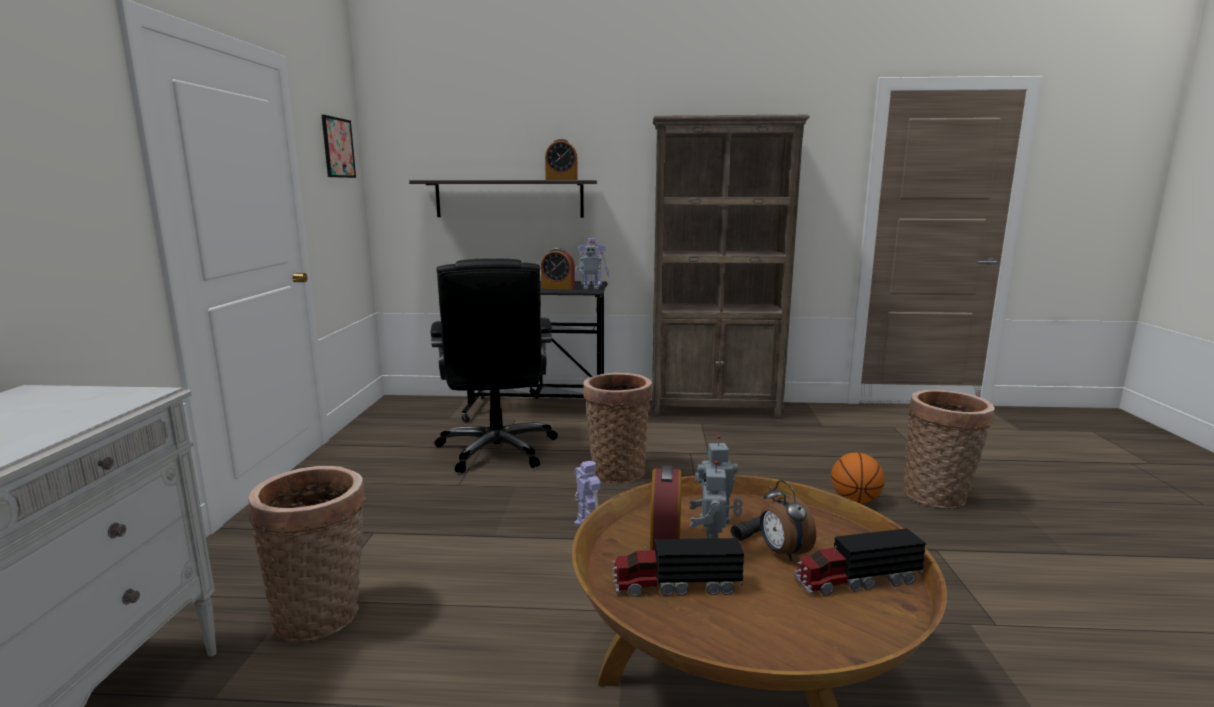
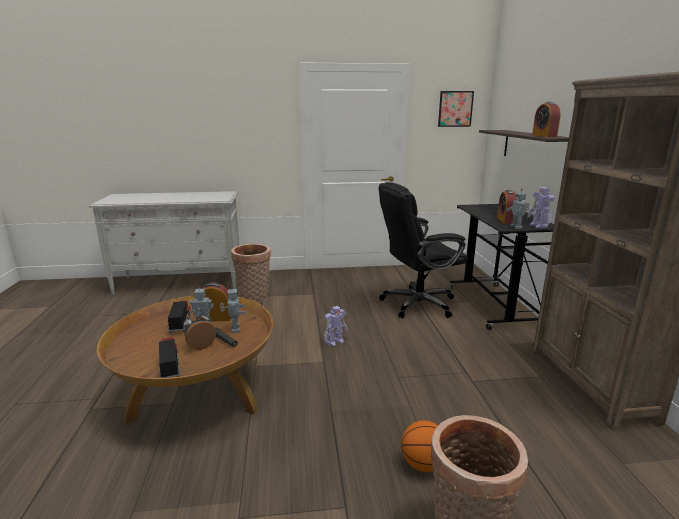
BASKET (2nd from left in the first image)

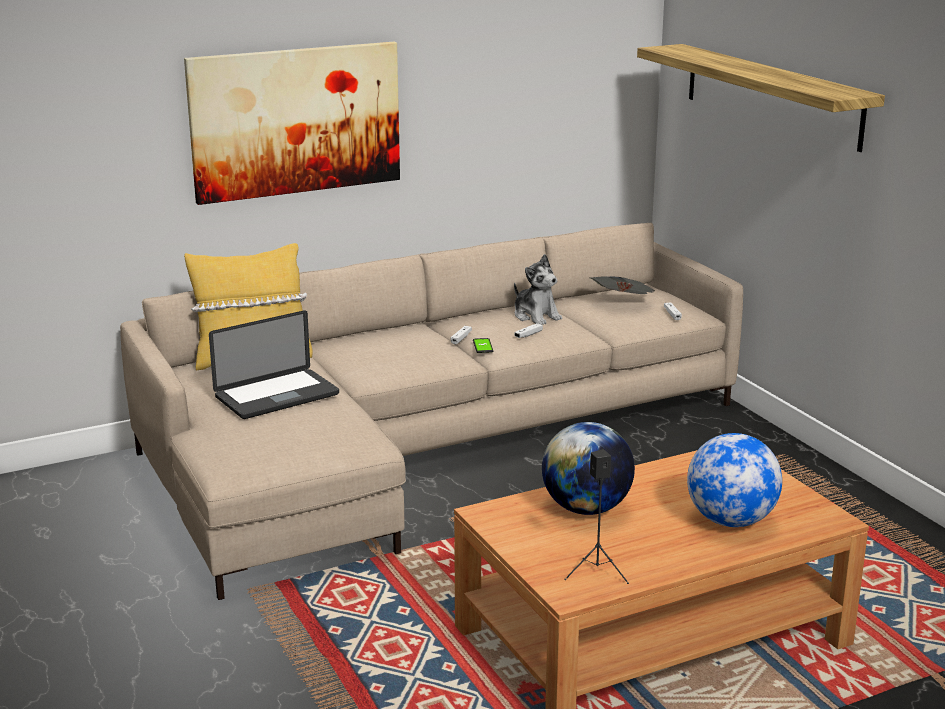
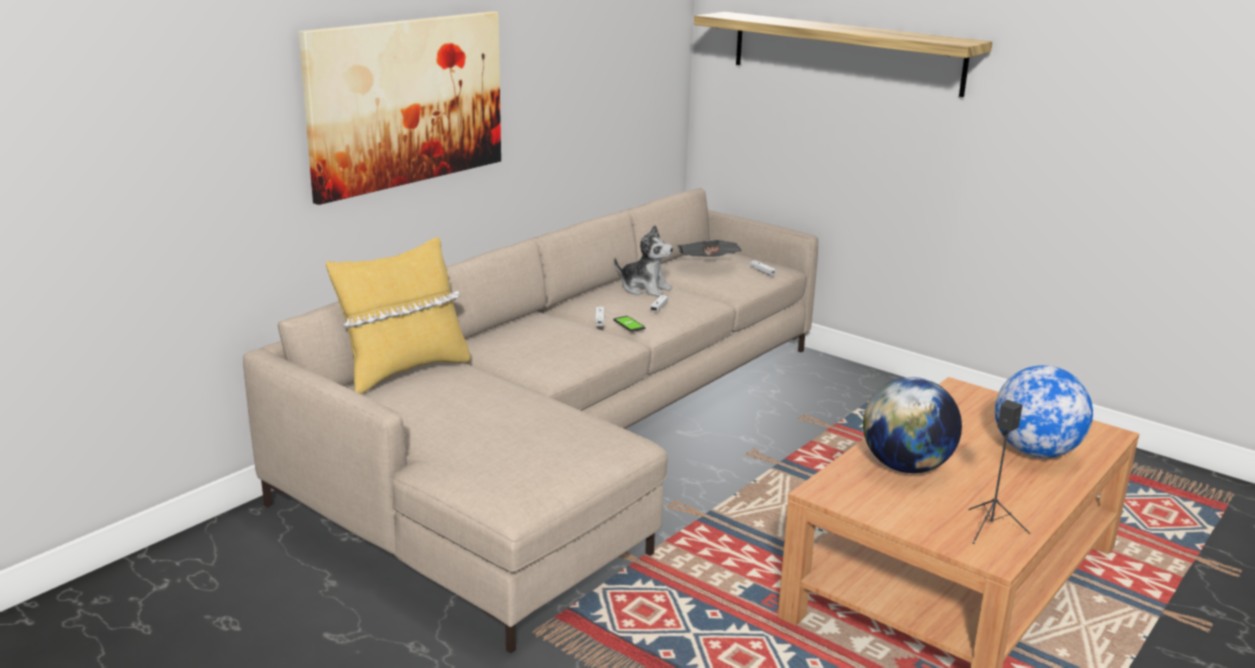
LAPTOP

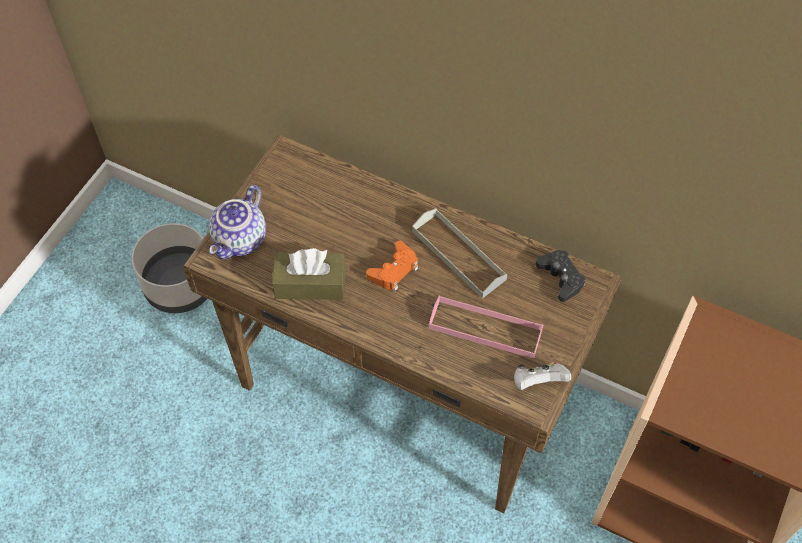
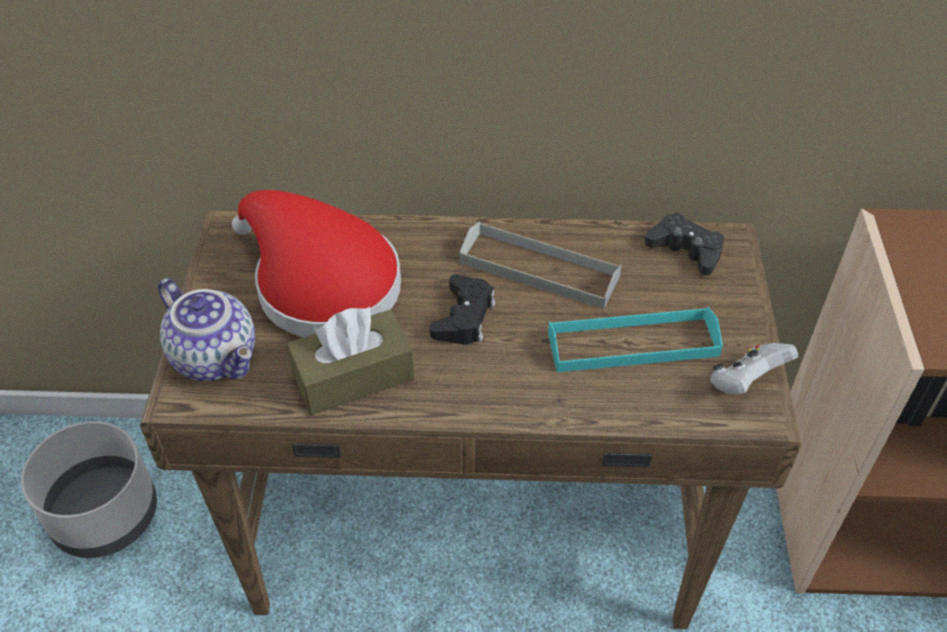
TEAPOT
BLACK GAME CONTROLLER (1st from left)
TURQUOISE TRAY
RED HAT

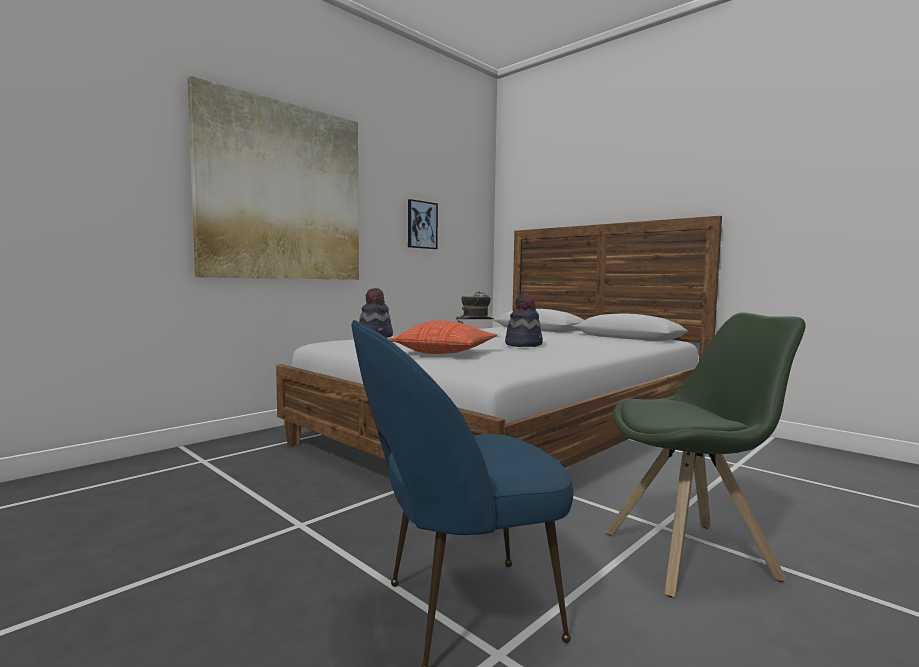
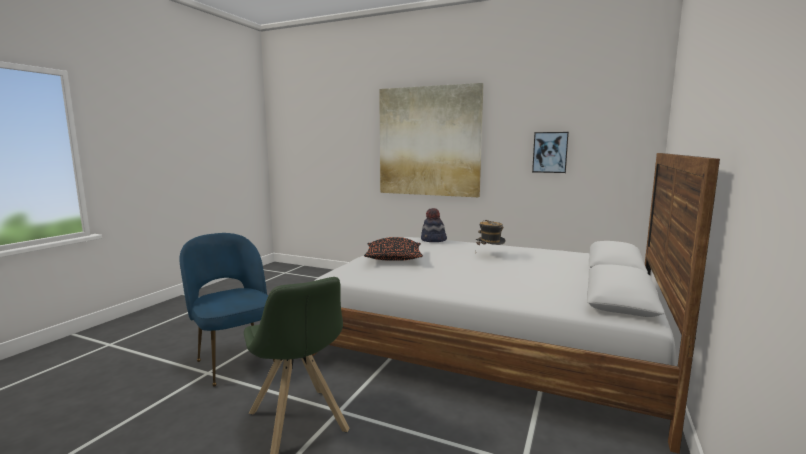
HAT (3rd from left in the first image)
BLACK PILLOW

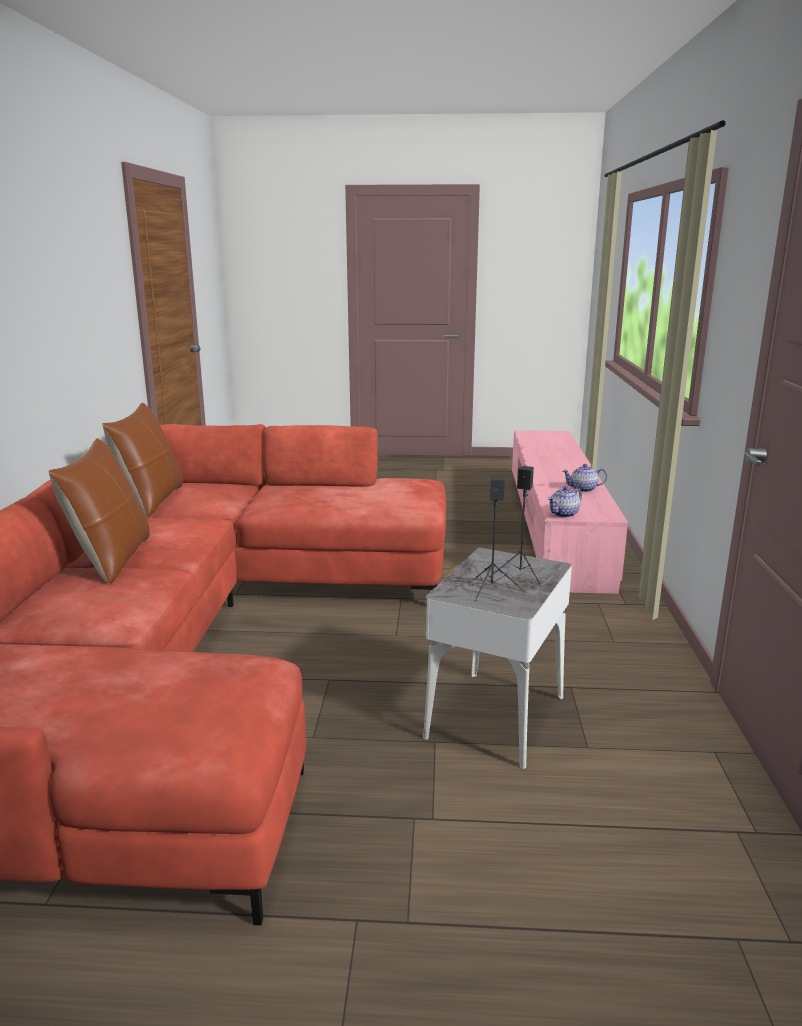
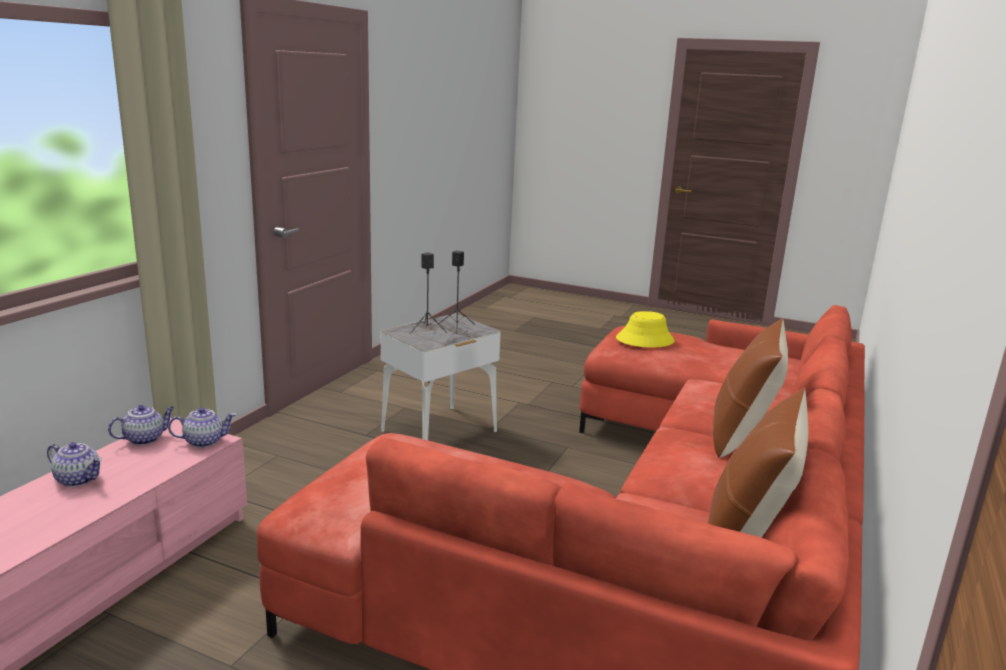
YELLOW HAT
TEAPOT (2nd from left)

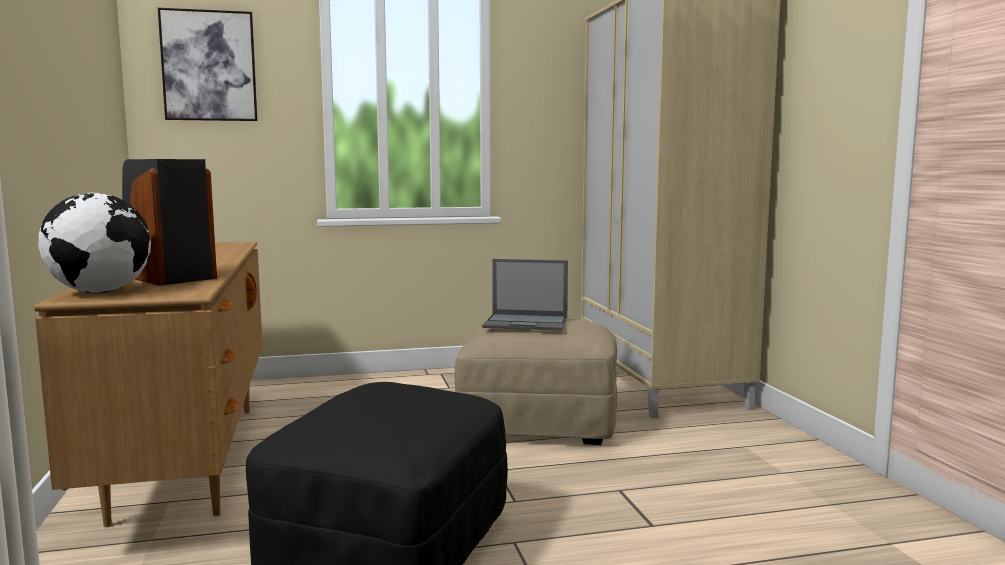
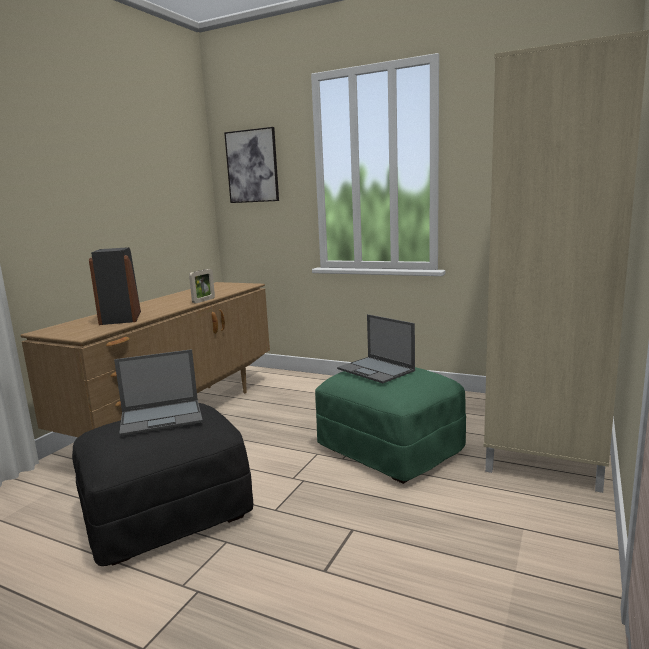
GLOBE
GREEN OTTOMAN
PICTURE FRAME
LAPTOP (1st from left)

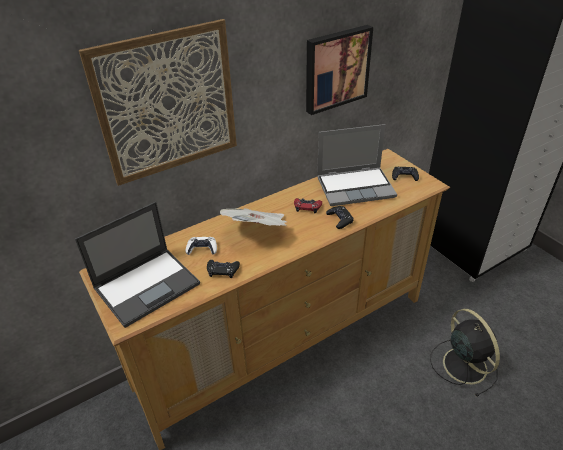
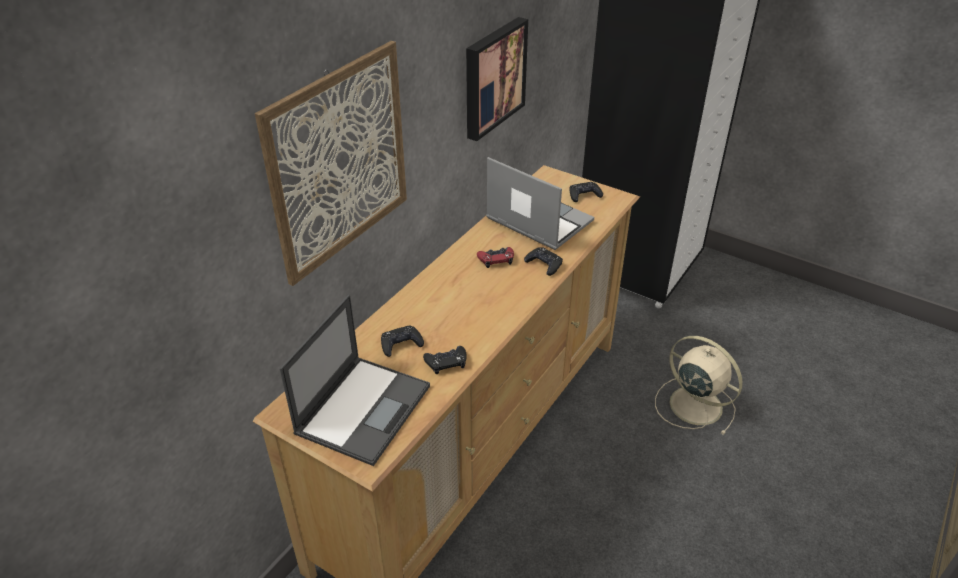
LAPTOP (2nd from left)
NEWSPAPER
BLACK GAME CONTROLLER (1st from left)
BEIGE FAN

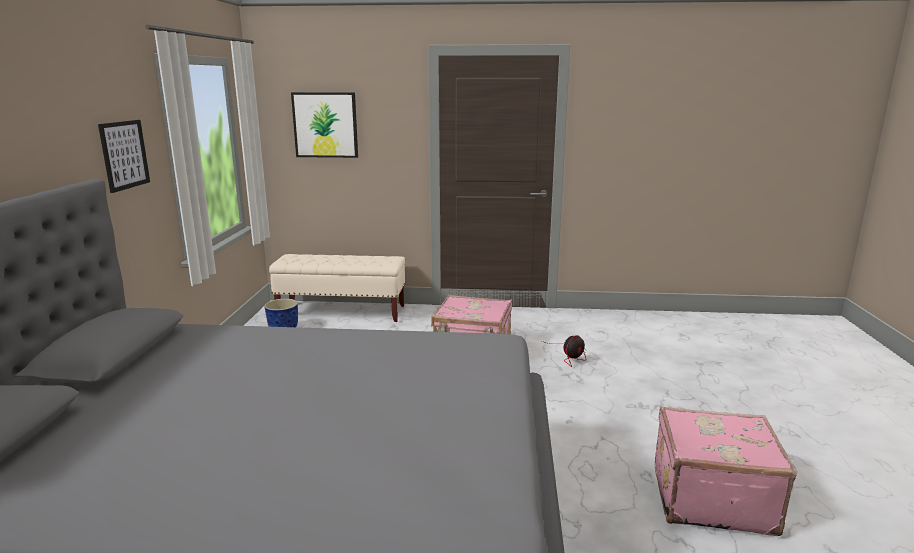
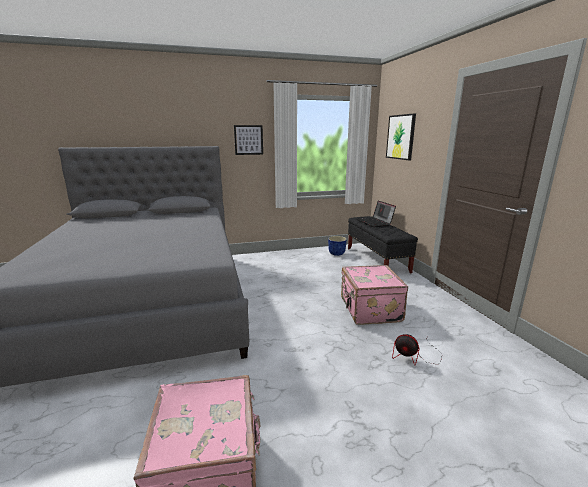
BLACK BENCH
LAPTOP

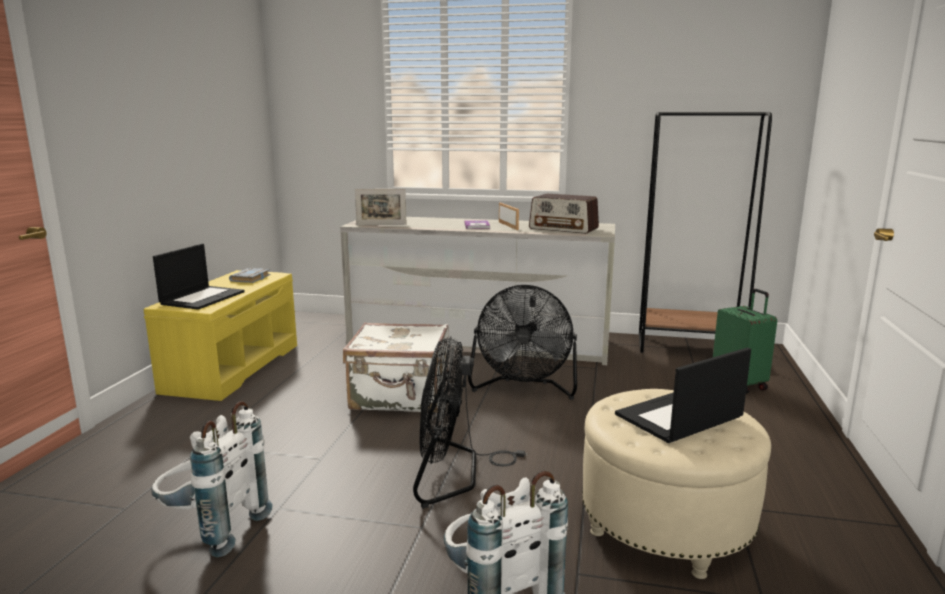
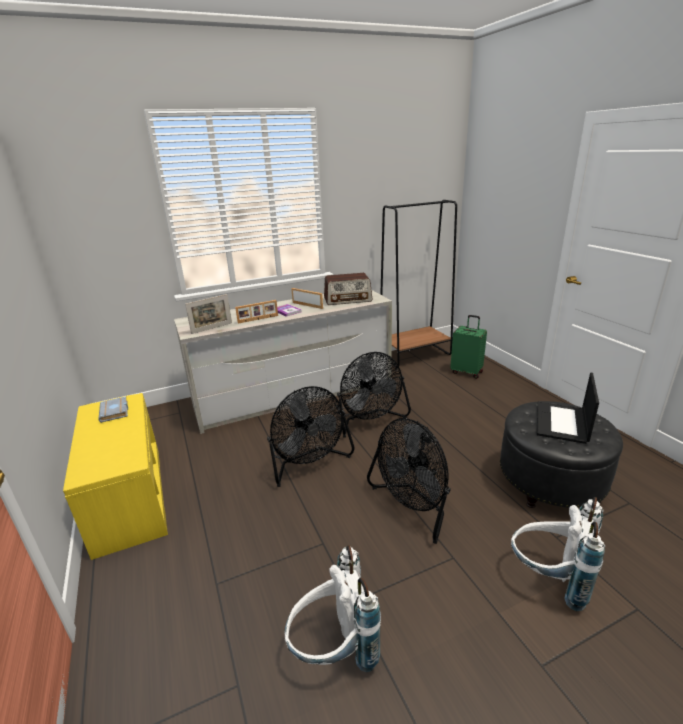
LAPTOP (1st from left in the first image)
BLACK FAN (1st from left)
BLACK OTTOMAN
PICTURE FRAME (2nd from left)

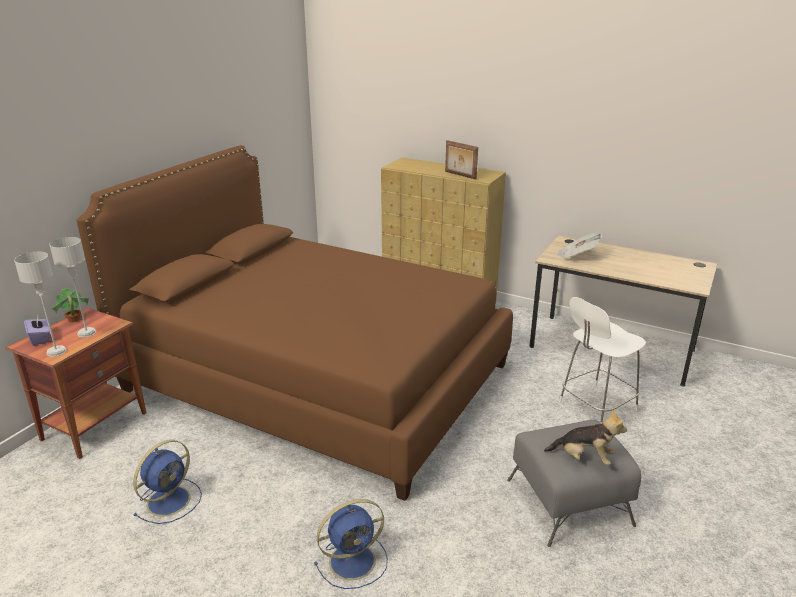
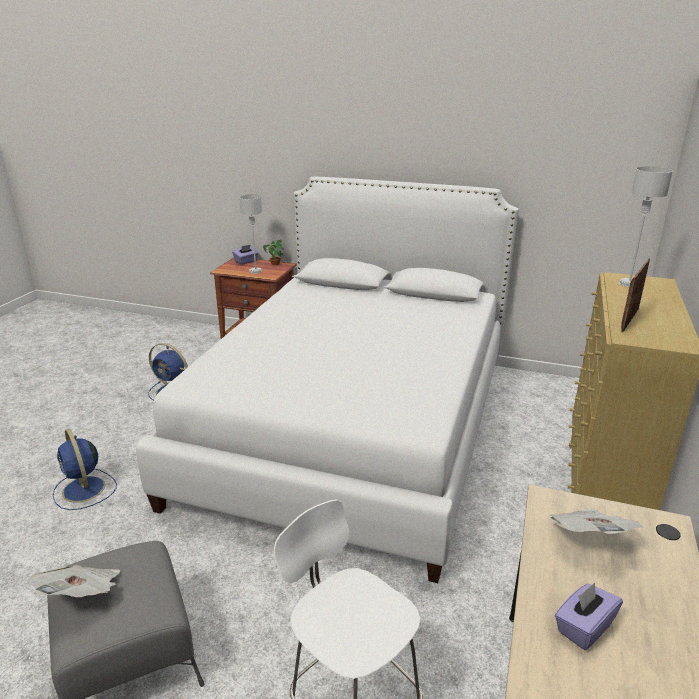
WHITE BED
GREY TABLE LAMP (2nd from left)
NEWSPAPER (1st from left)
PURPLE TISSUE BOX (2nd from left)

